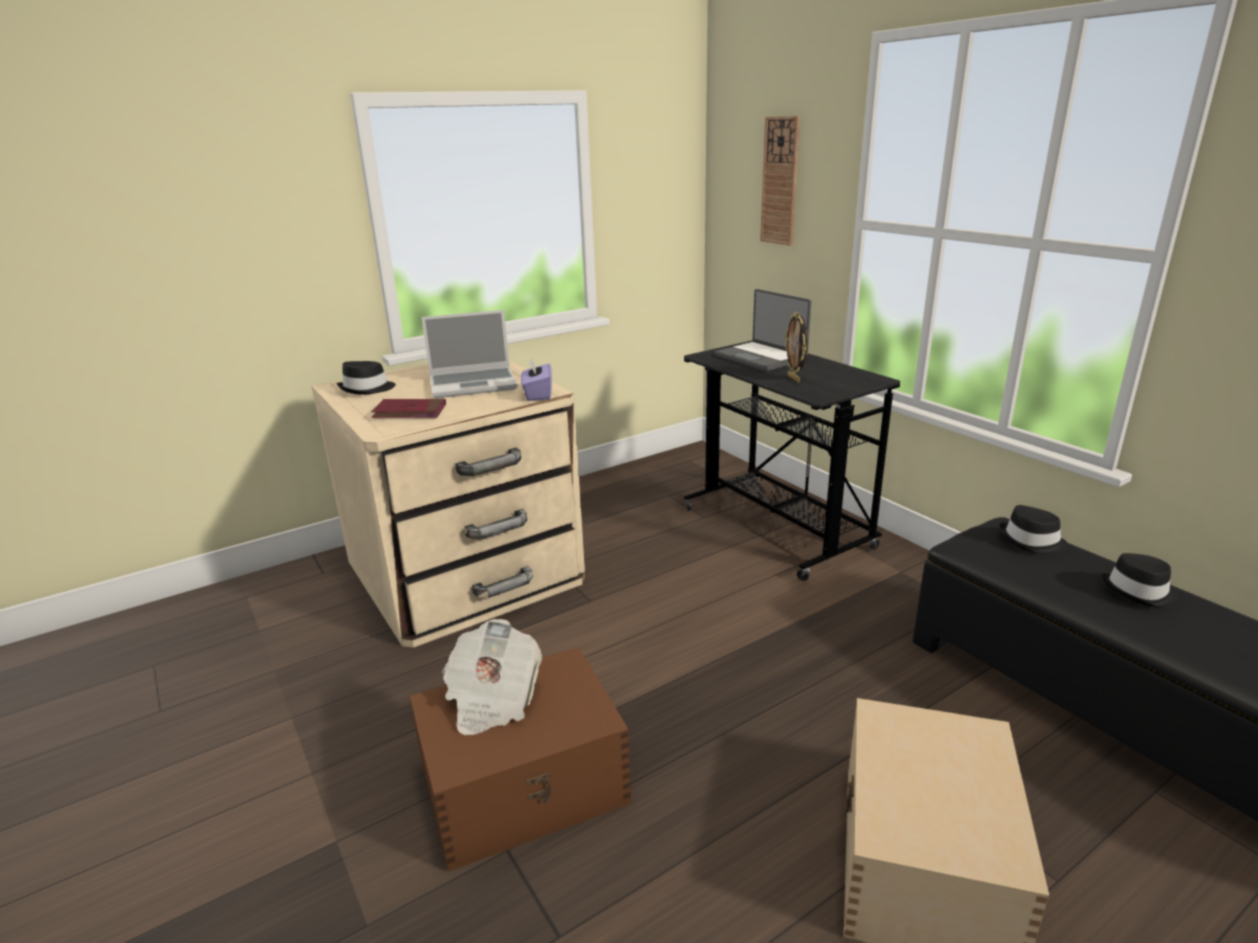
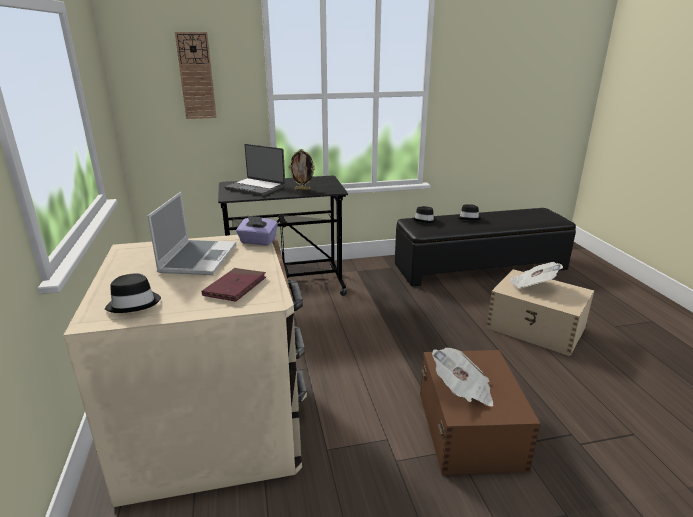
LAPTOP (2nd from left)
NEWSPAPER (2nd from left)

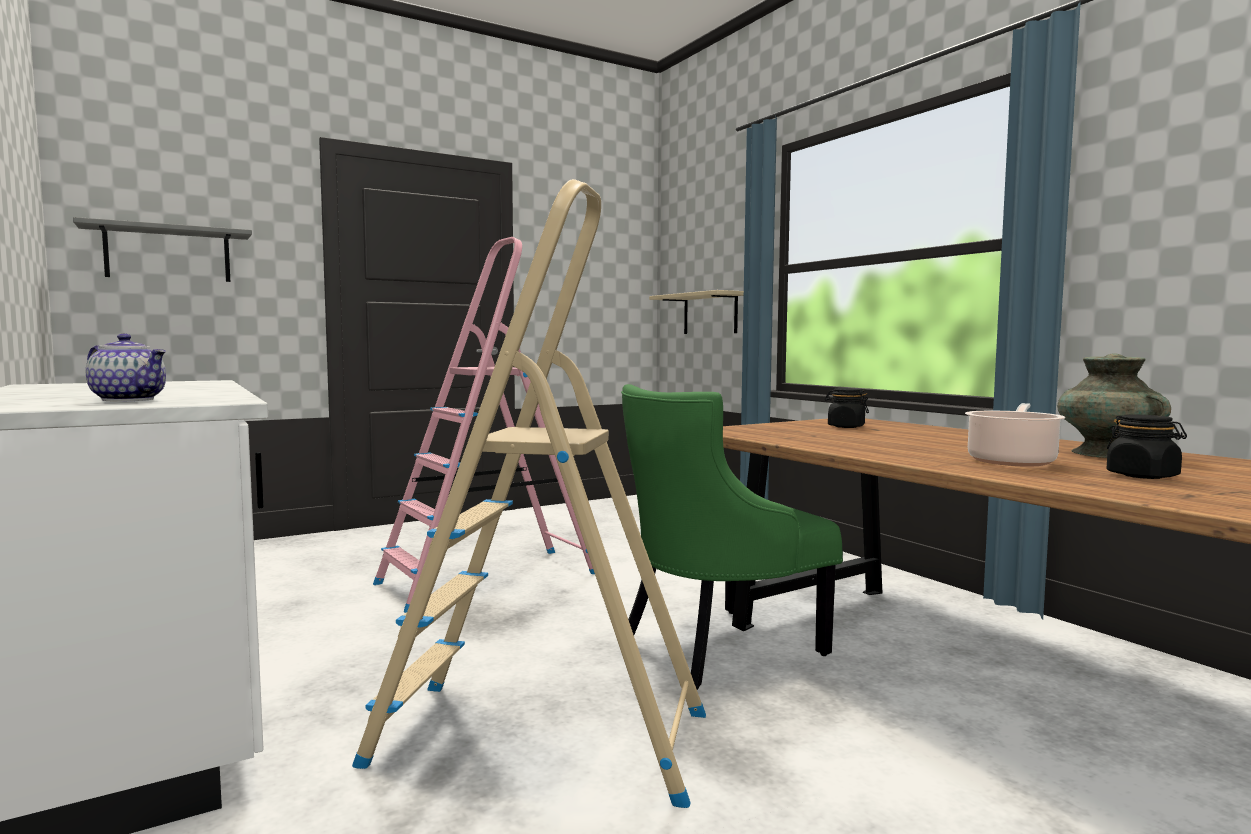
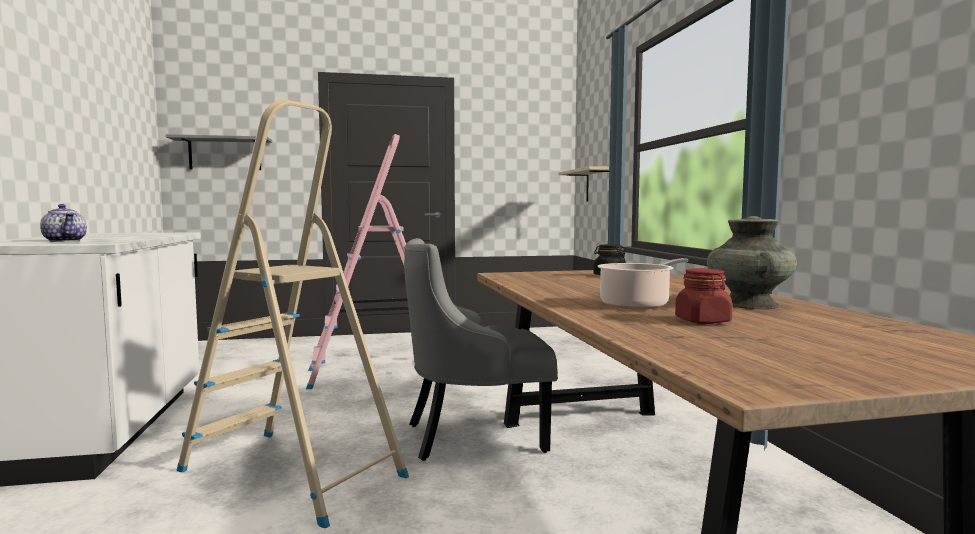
GREY CHAIR
RED JAR

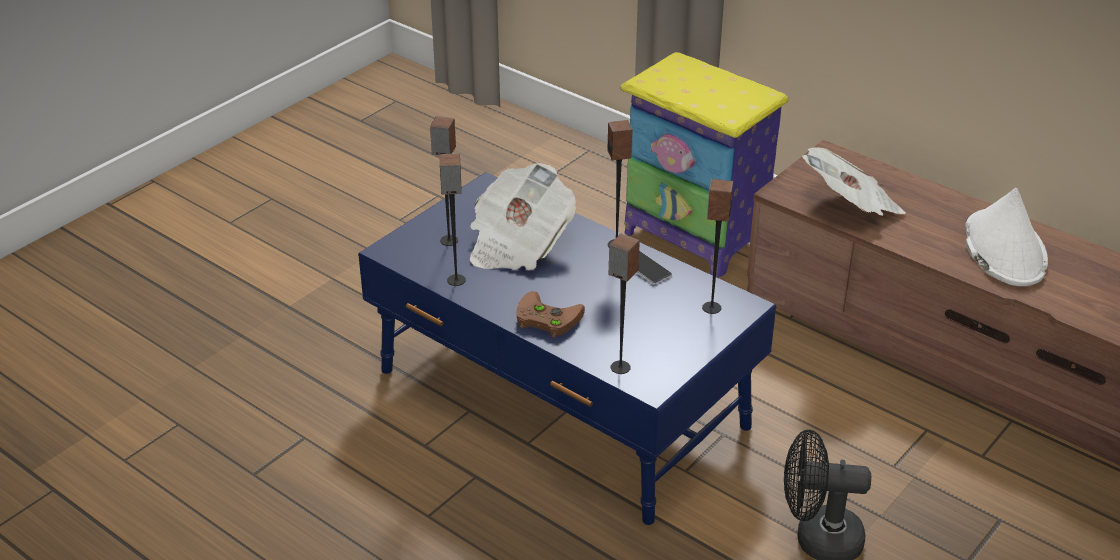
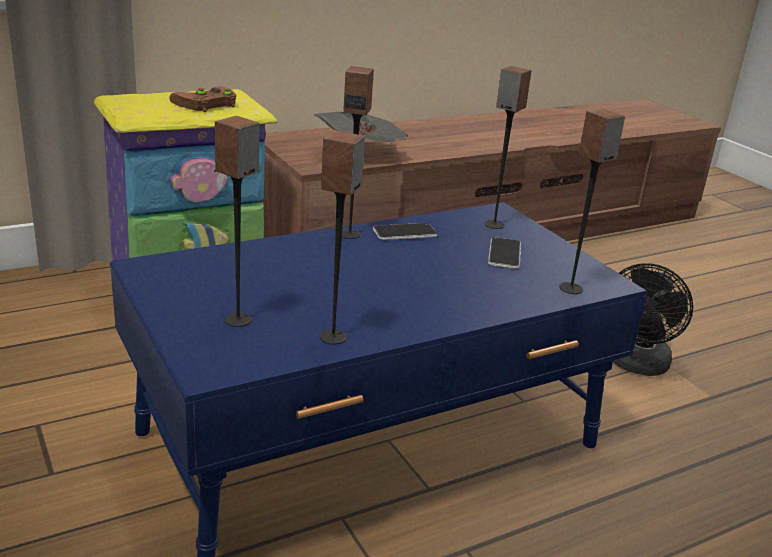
NEWSPAPER (1st from left in the first image)
WHITE HAT
BROWN GAME CONTROLLER
PHONE (2nd from left)

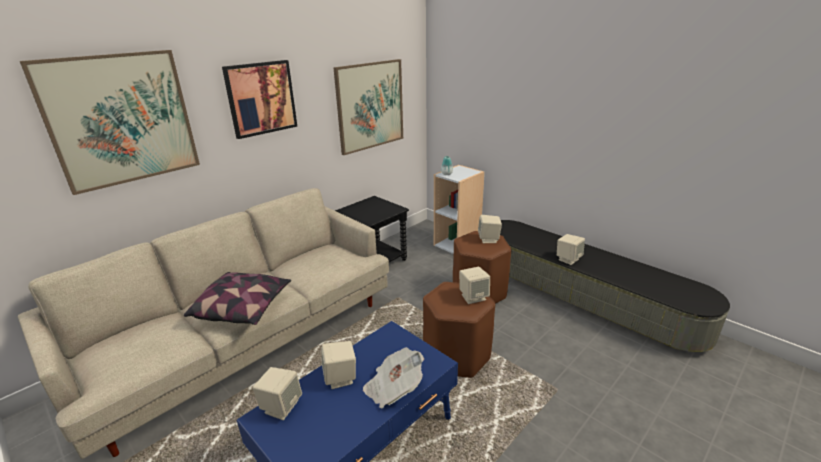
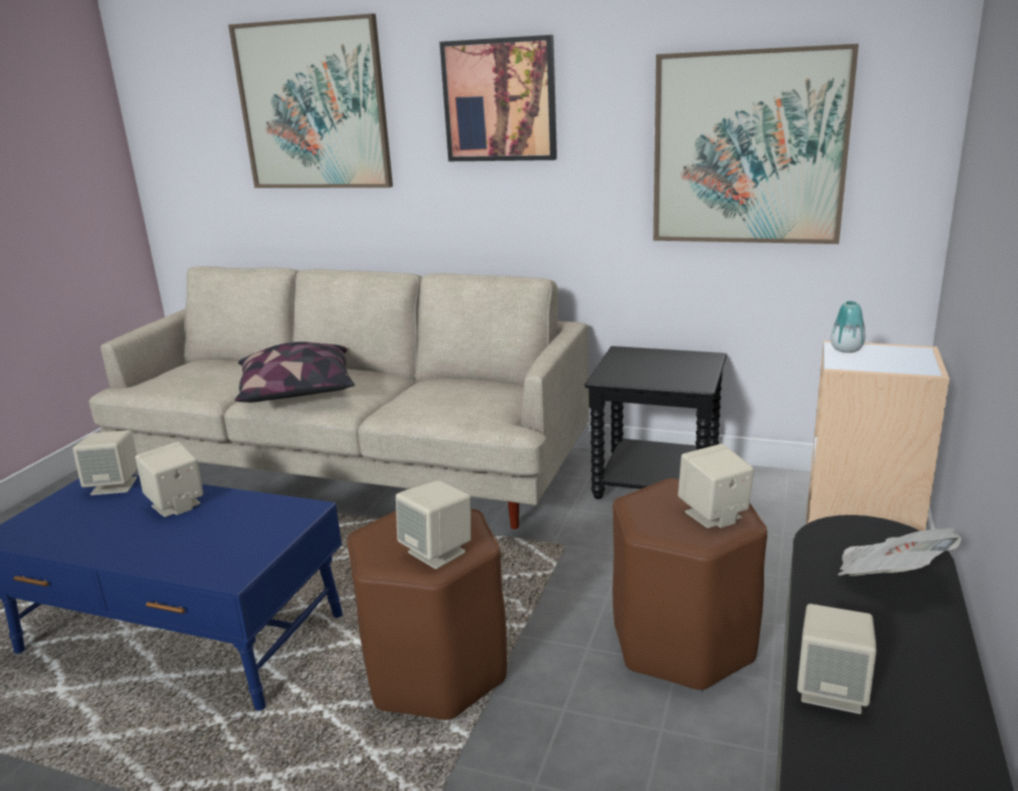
NEWSPAPER

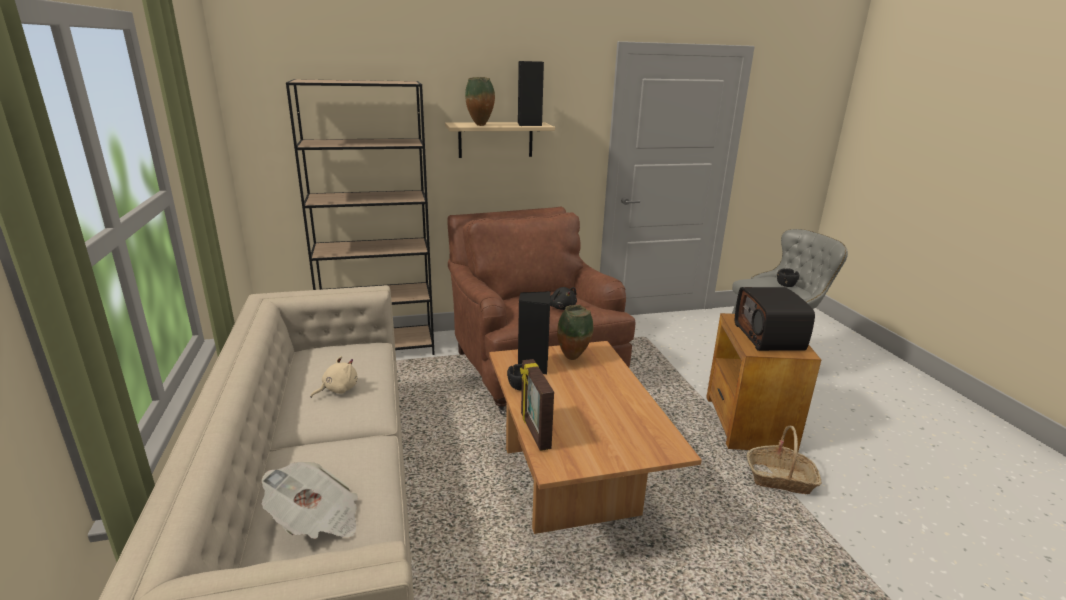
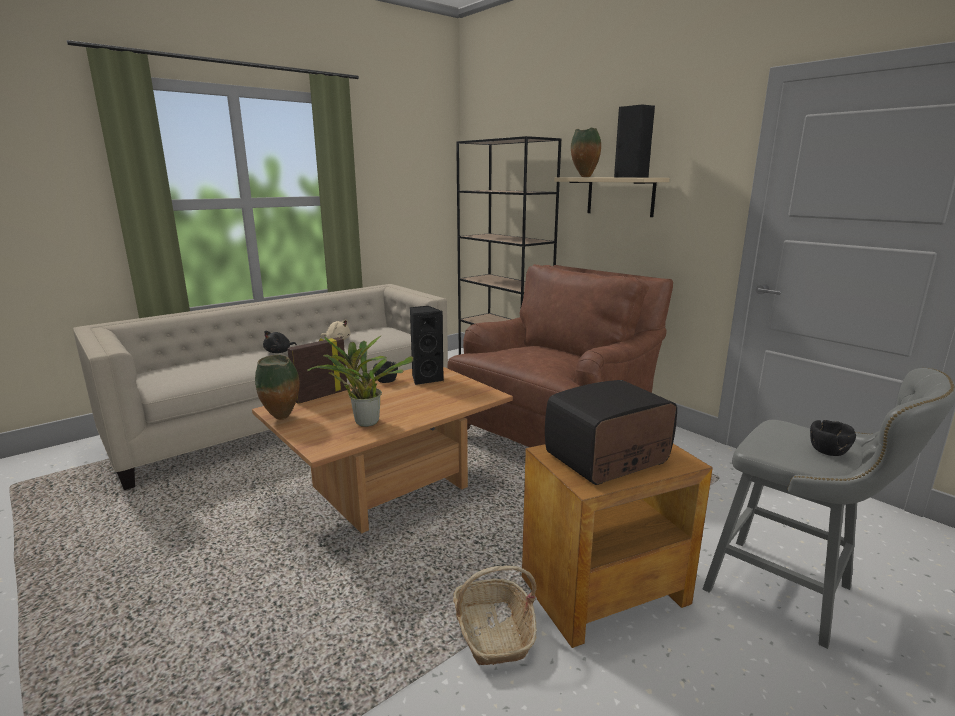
BLACK PLUSH TOY
VASE (1st from left)
NEWSPAPER
POTTED PLANT

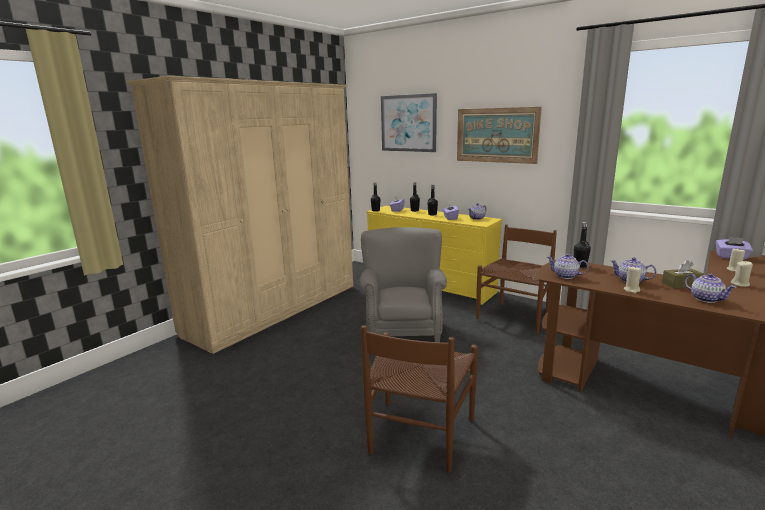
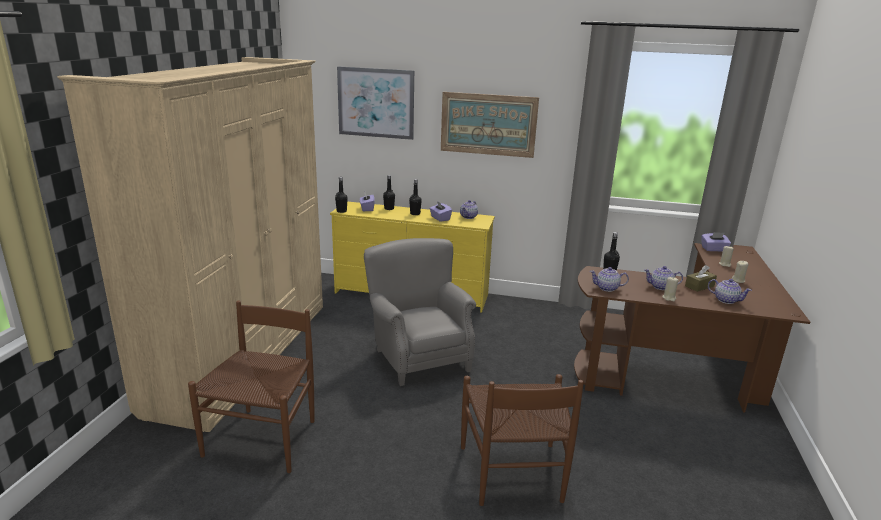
BROWN CHAIR (1st from left)

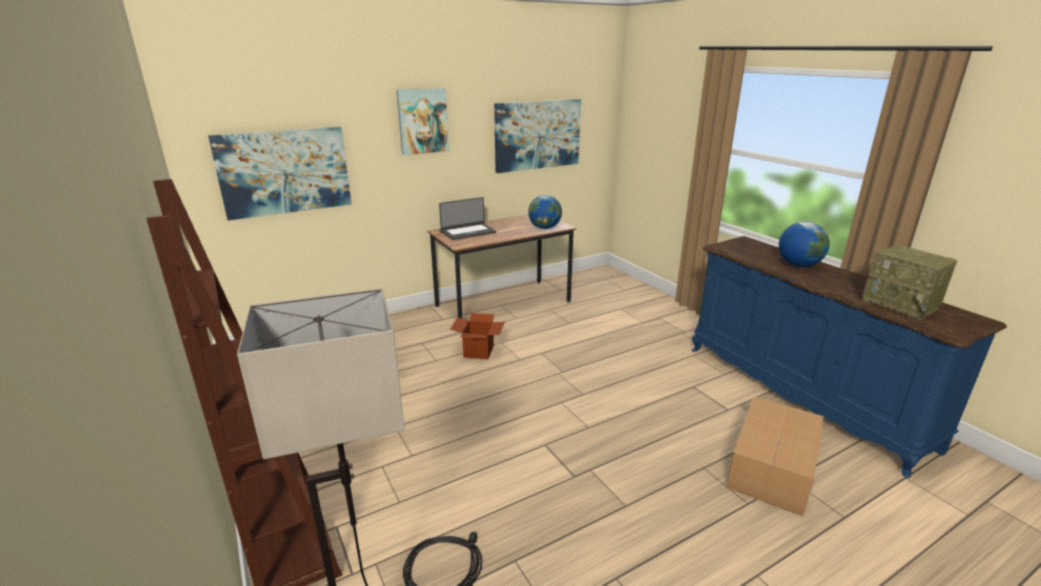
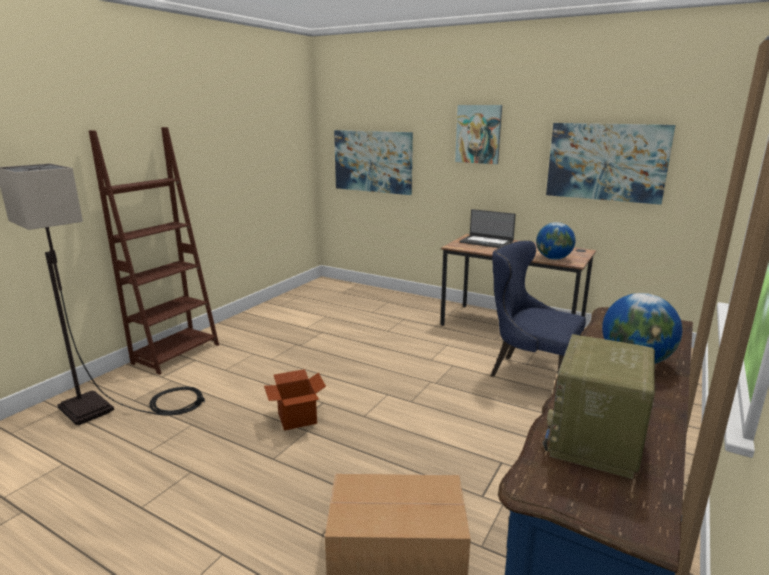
CARDBOARD BOX (1st from left)
BLUE CHAIR

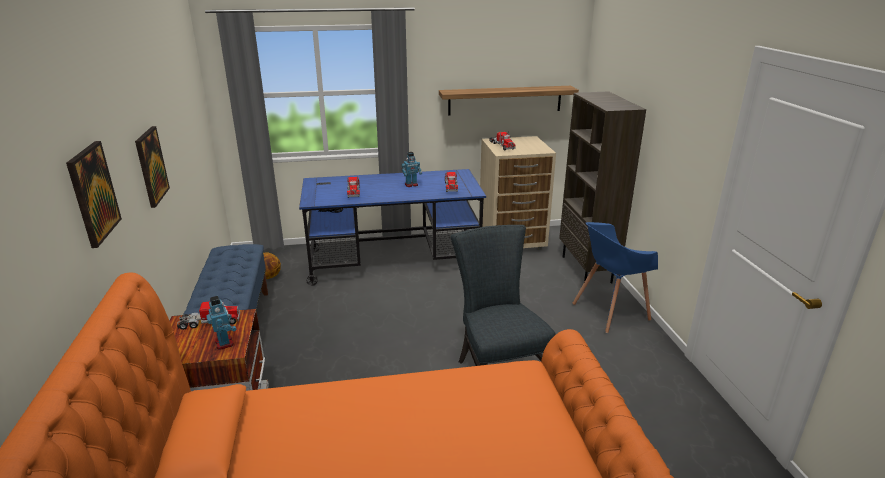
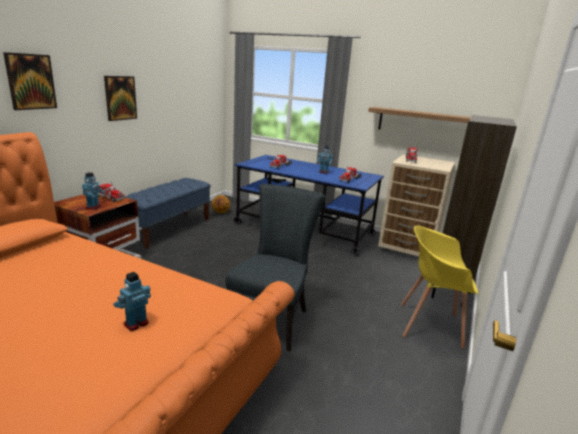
YELLOW CHAIR
TOY ROBOT (2nd from left)

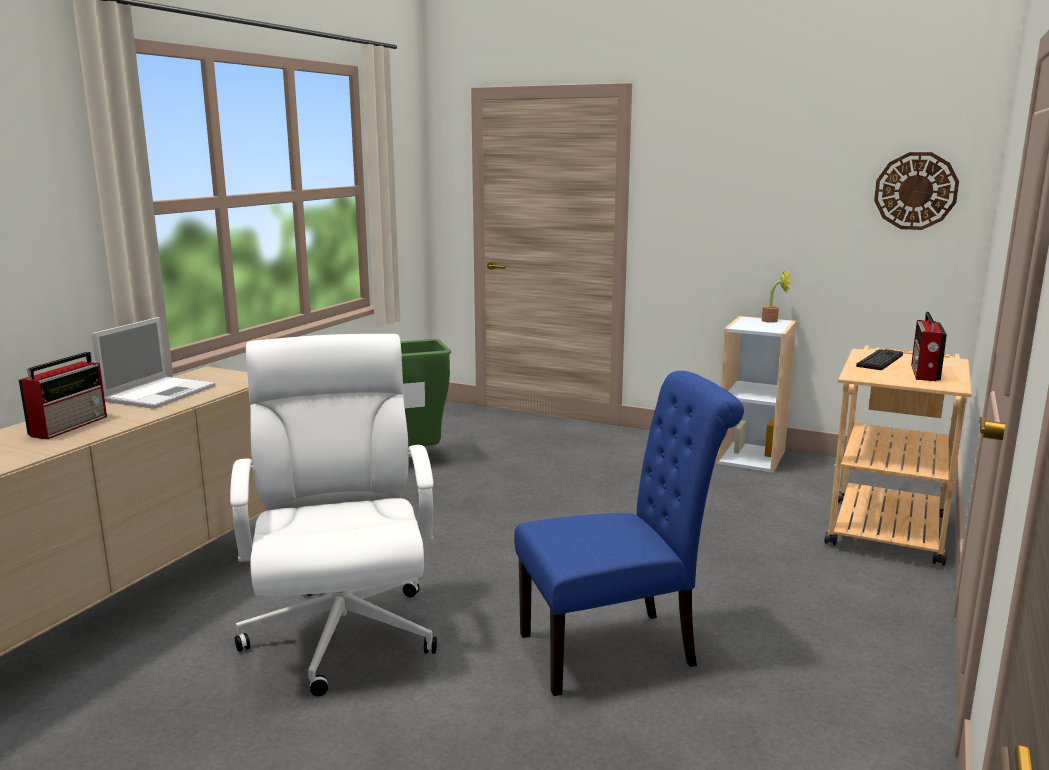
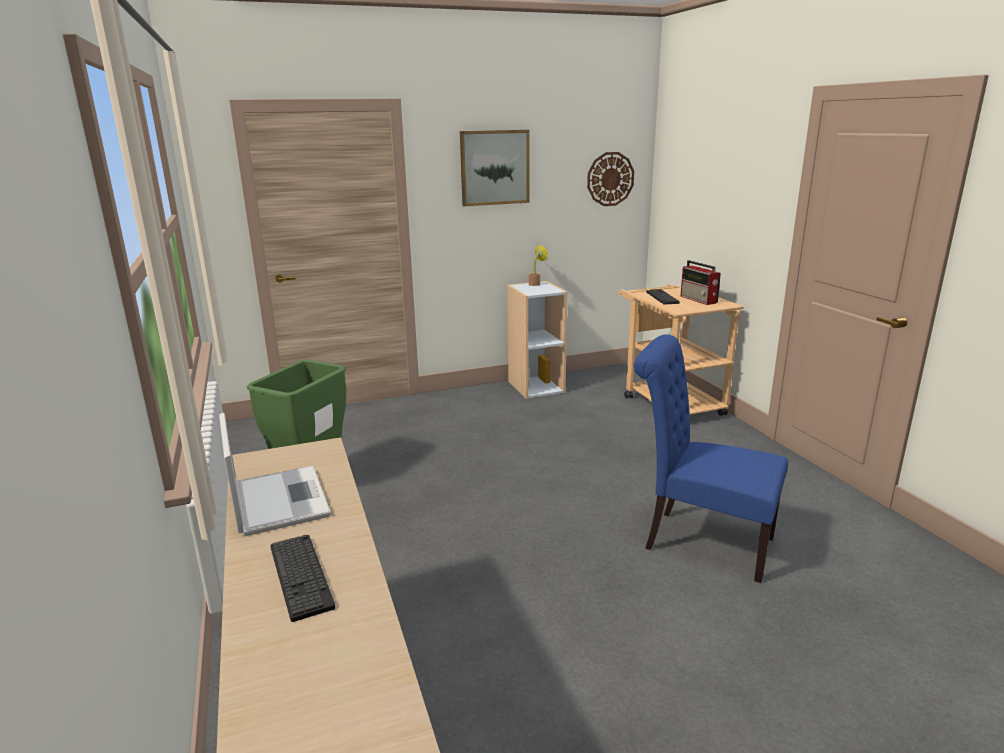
WHITE OFFICE CHAIR
KEYBOARD (1st from left)
BLUE CHAIR
PICTURE

